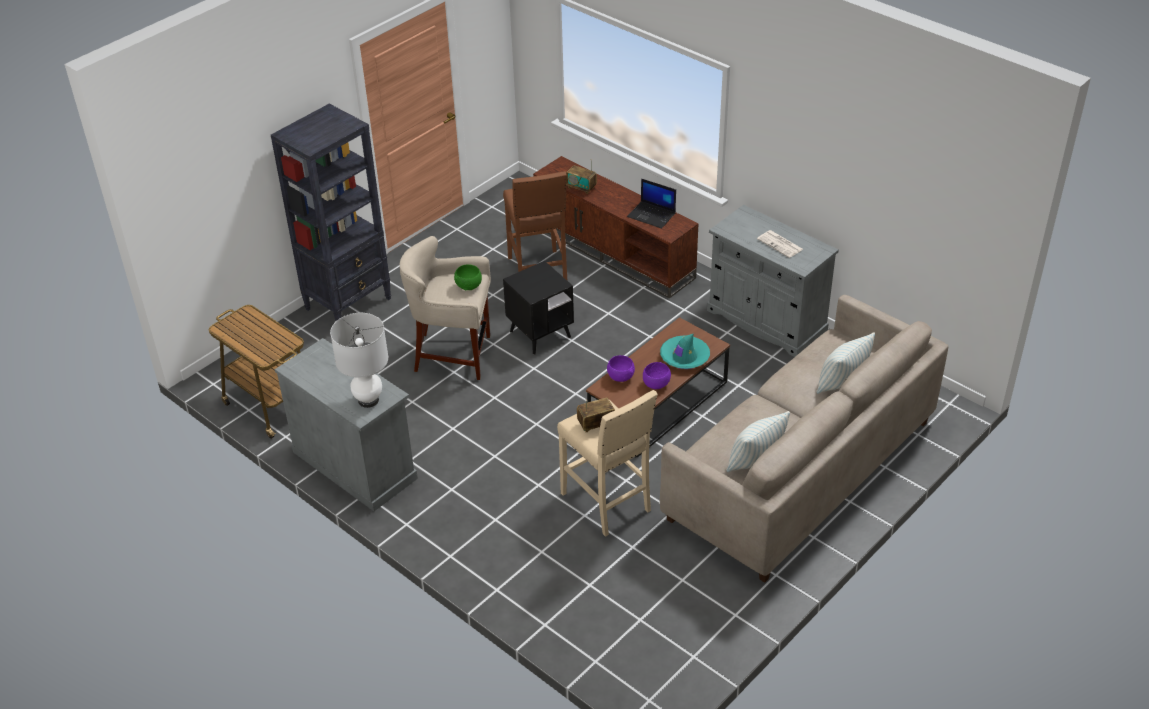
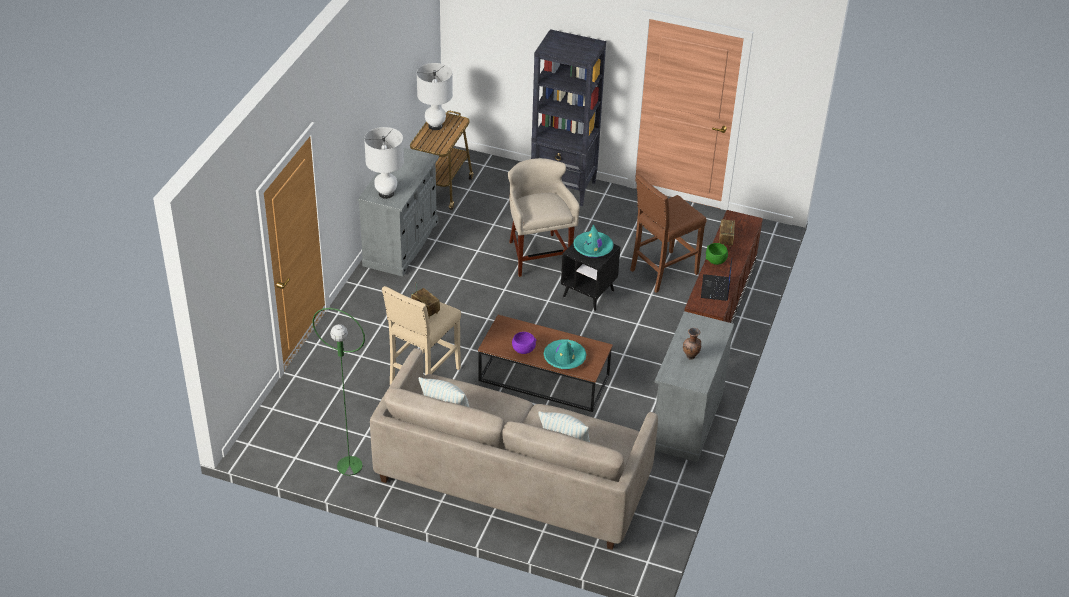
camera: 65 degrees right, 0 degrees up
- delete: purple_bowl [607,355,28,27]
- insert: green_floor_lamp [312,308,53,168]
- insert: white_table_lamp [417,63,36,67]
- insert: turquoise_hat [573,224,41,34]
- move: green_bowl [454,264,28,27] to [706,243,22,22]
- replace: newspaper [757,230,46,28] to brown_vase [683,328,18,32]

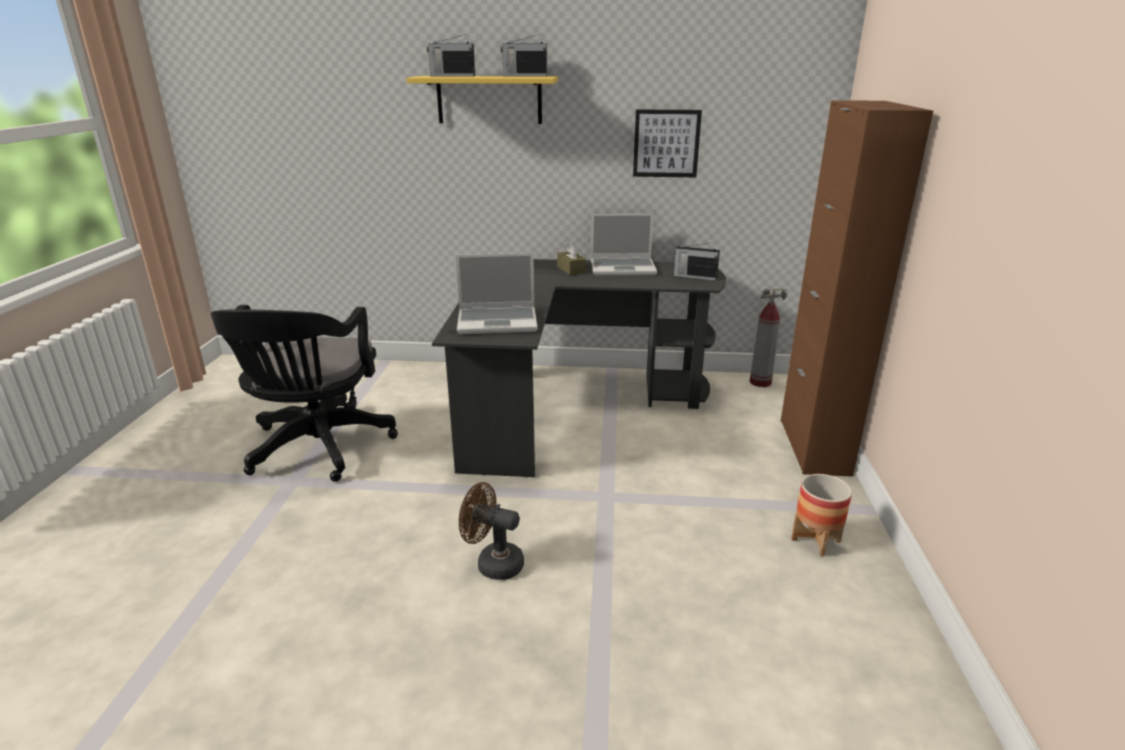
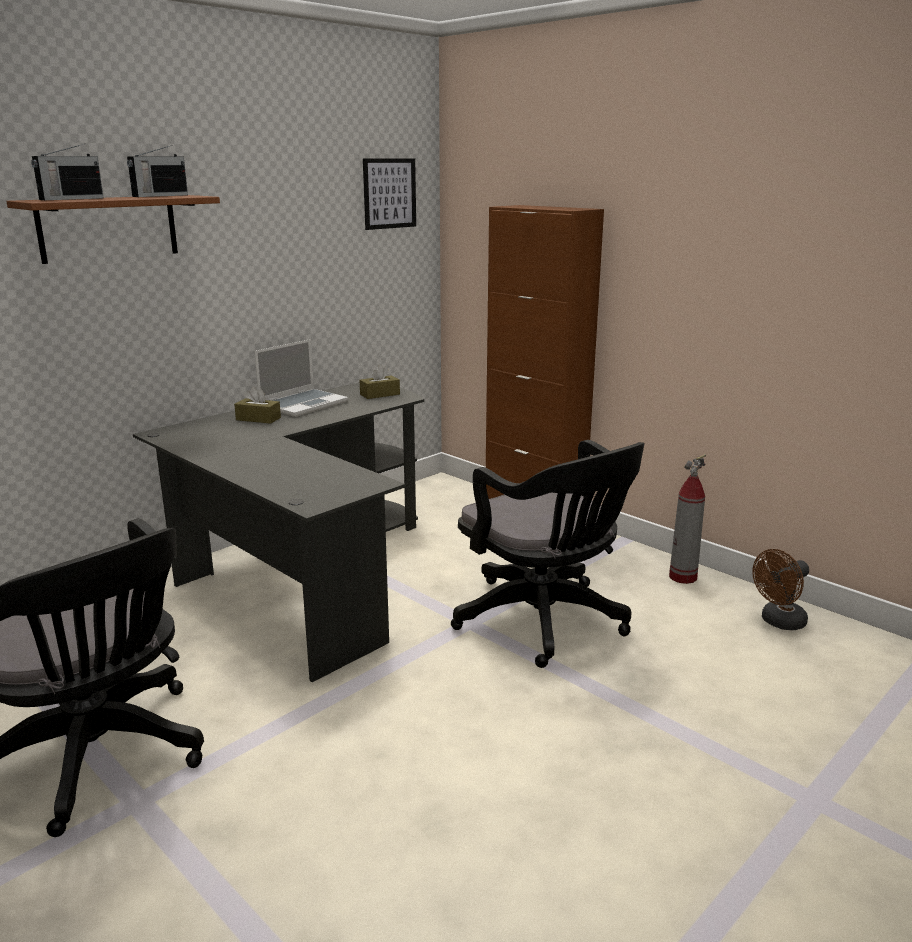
camera: 50 degrees left, 5 degrees down
- delete: laptop [456,253,82,81]
- delete: planter [791,474,61,83]
- insert: black_office_chair [451,440,194,228]
- move: brown_fan [459,482,65,98] to [752,549,57,81]
- move: picture [633,109,69,68] to [363,159,53,71]
- move: fire_extinguisher [750,289,37,98] to [669,454,37,130]
- replace: radio [674,242,46,39] to brown_tissue_box [359,365,41,34]
- recolor: yellow_shelf [407,76,151,48] to brown_shelf [6,195,214,69]

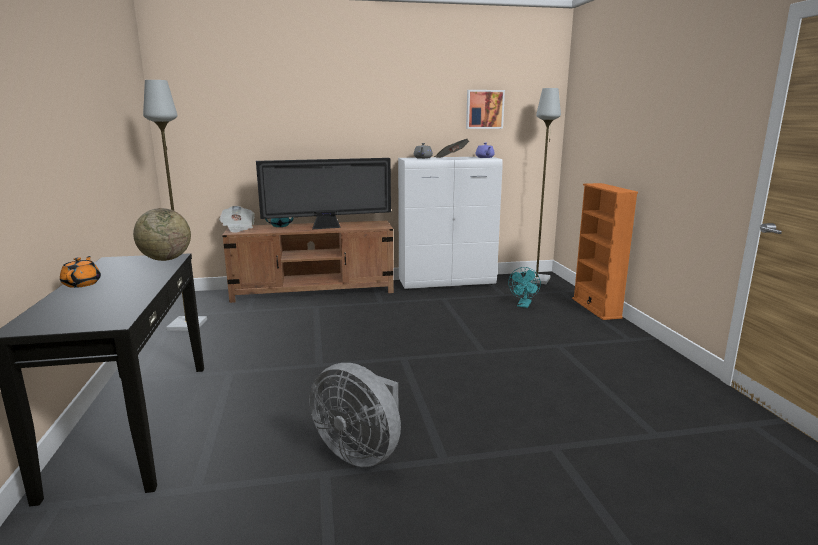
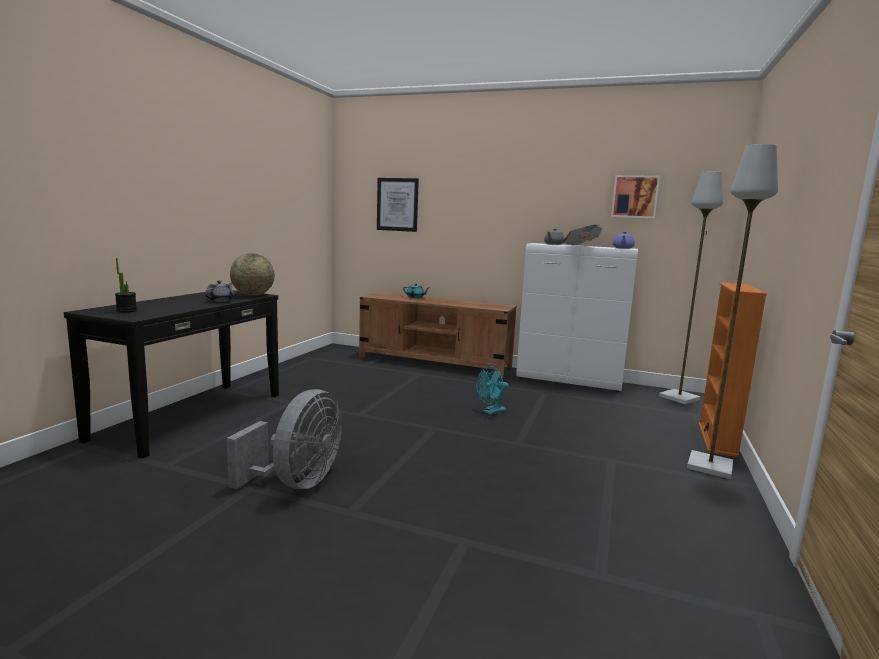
camera: 30 degrees right, 5 degrees down
- delete: orange_teapot [60,256,41,32]
- delete: newspaper [219,206,36,27]
- delete: television [256,158,135,71]
- insert: potted_plant [115,258,22,55]
- insert: grey_teapot [205,280,29,22]
- insert: picture [377,178,42,54]
- move: grey_floor_lamp [143,80,64,251] to [687,144,91,335]
- move: turquoise_fan [508,267,33,41] to [476,366,33,49]
- rotate: grey_fan [310,363,91,104] = [227,389,115,100] 135 degrees counterclockwise

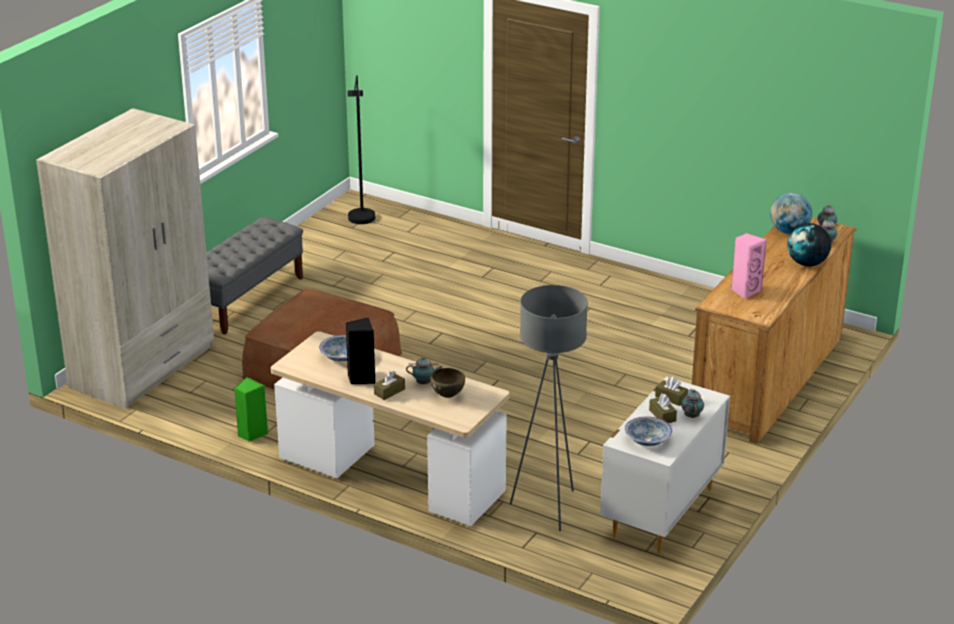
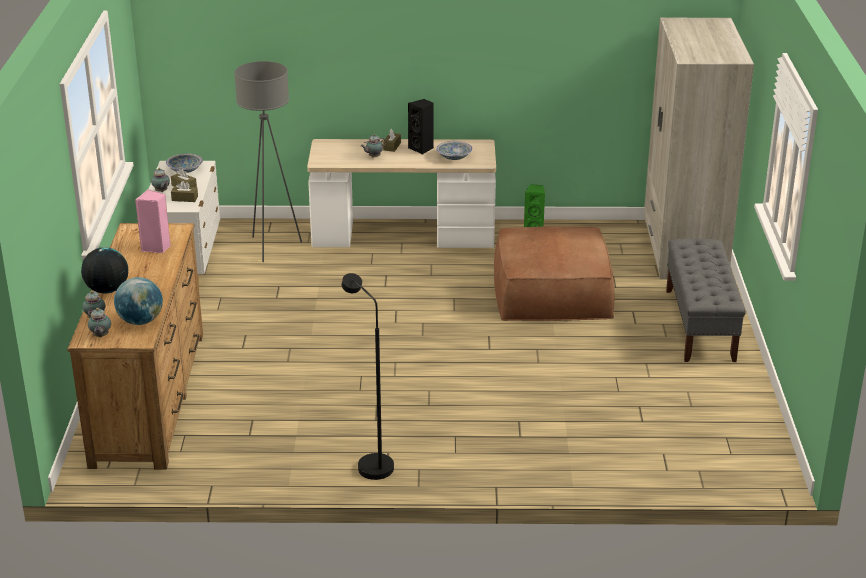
camera: 150 degrees right, 0 degrees up
- delete: brown_bowl [430,368,35,30]
- move: black_floor_lamp [348,75,27,149] to [341,273,53,207]

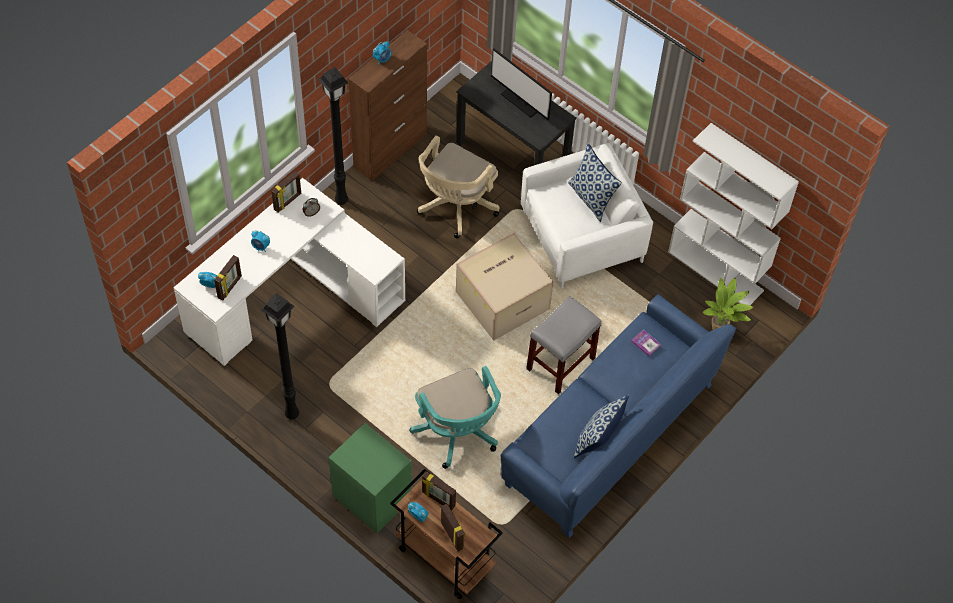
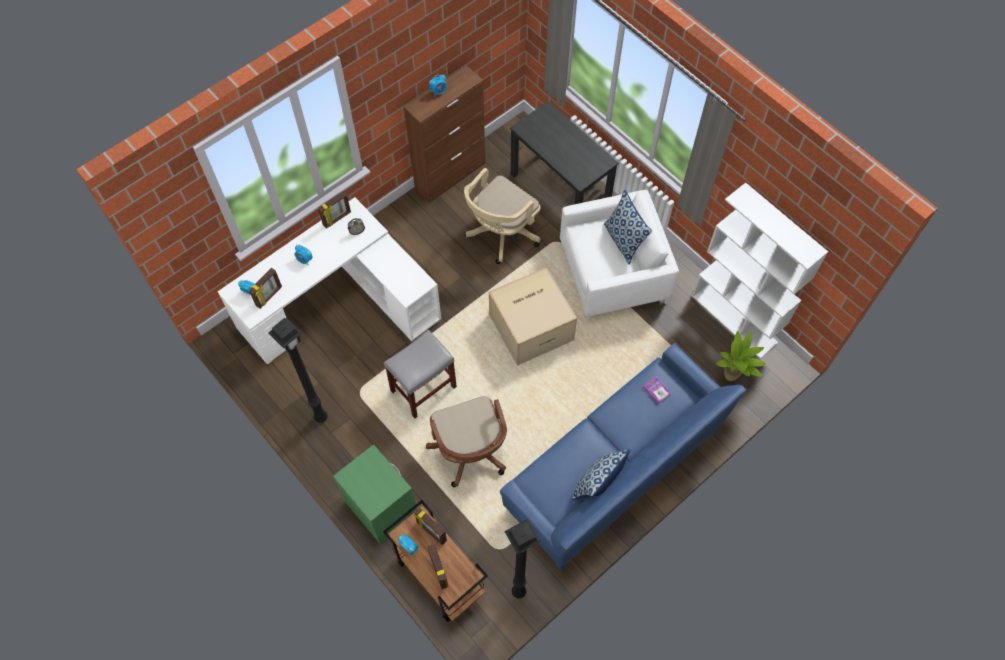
camera: 10 degrees right, 5 degrees up
- delete: monitor [491,49,61,71]
- move: black_floor_lamp [318,67,30,138] to [504,519,37,80]
- move: grey_stool [526,296,76,98] to [384,330,73,88]
- recolor: turquoise_office_chair [410,366,91,103] to brown_office_chair [426,396,81,91]

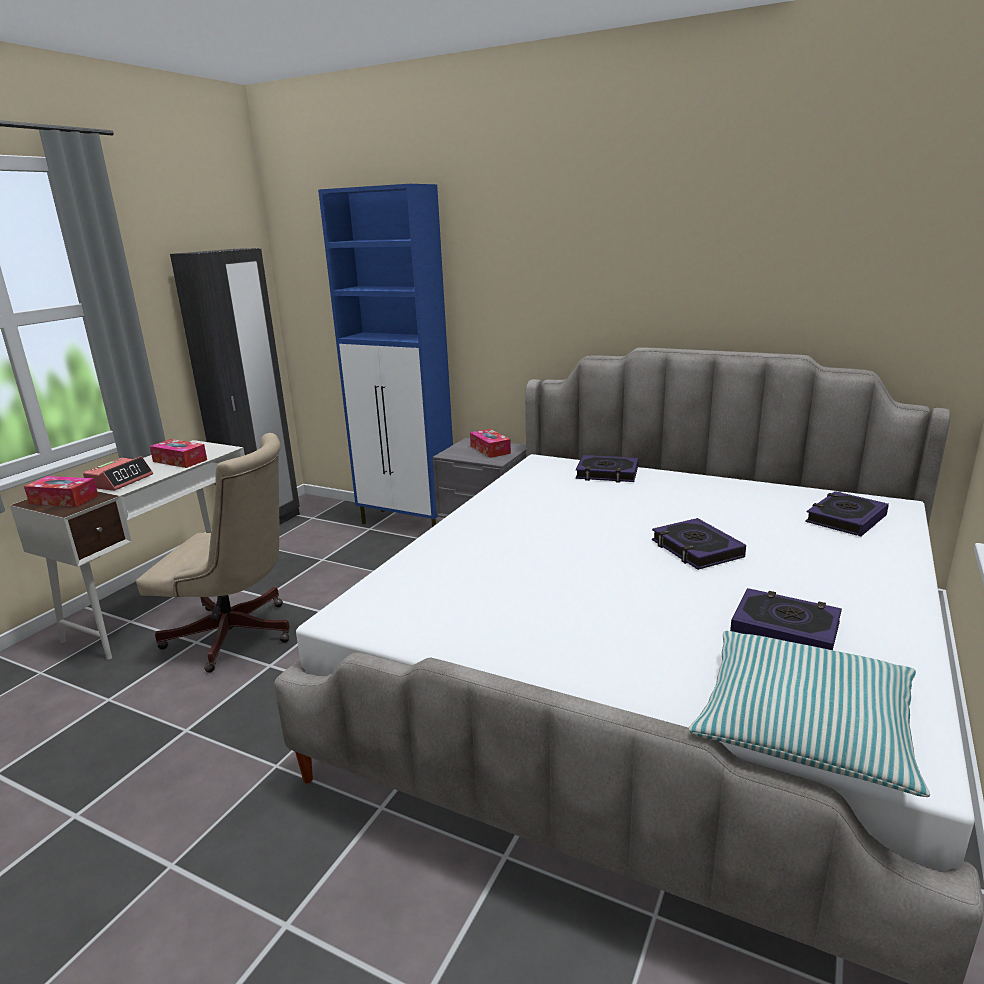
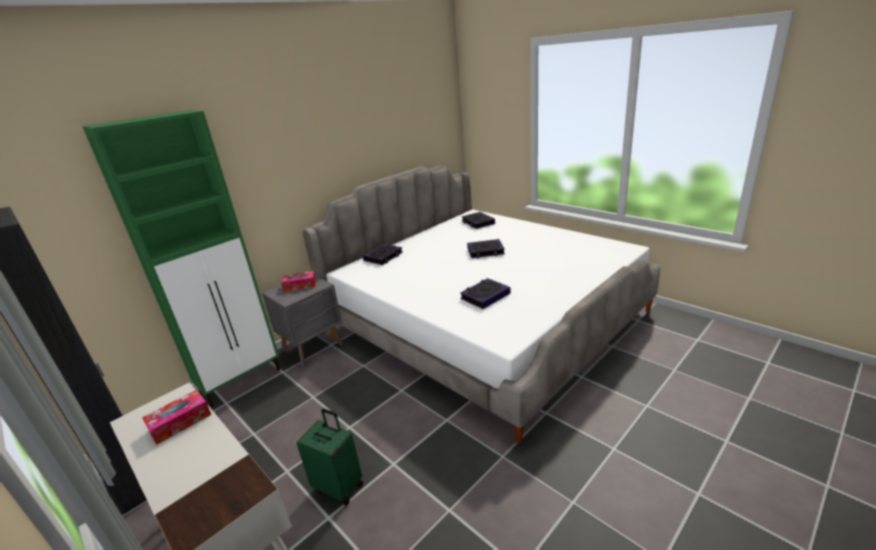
camera: 70 degrees left, 5 degrees up
- delete: tissue_box [24,476,74,31]
- delete: alarm_clock [83,456,70,35]
- delete: pillow [689,631,241,166]
- move: book [730,588,112,62] to [460,278,51,31]
- replace: beige_office_chair [136,433,154,240] to green_suitcase [296,409,67,97]
- recolor: blue_cabinet [318,184,135,343] to green_cabinet [82,110,198,297]

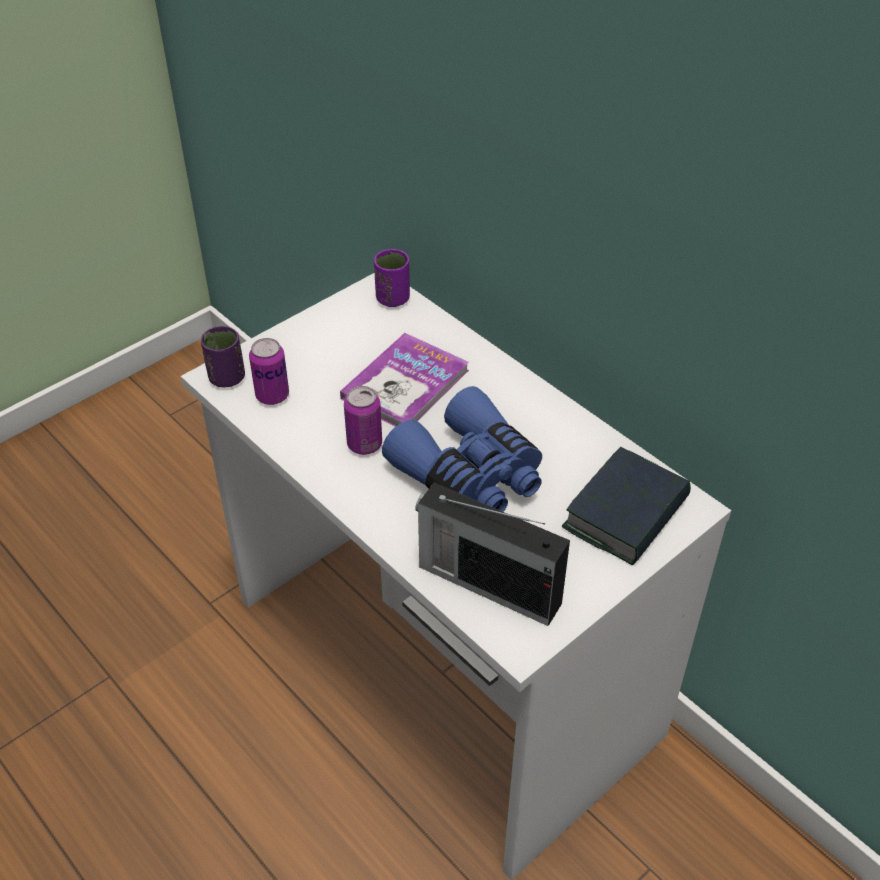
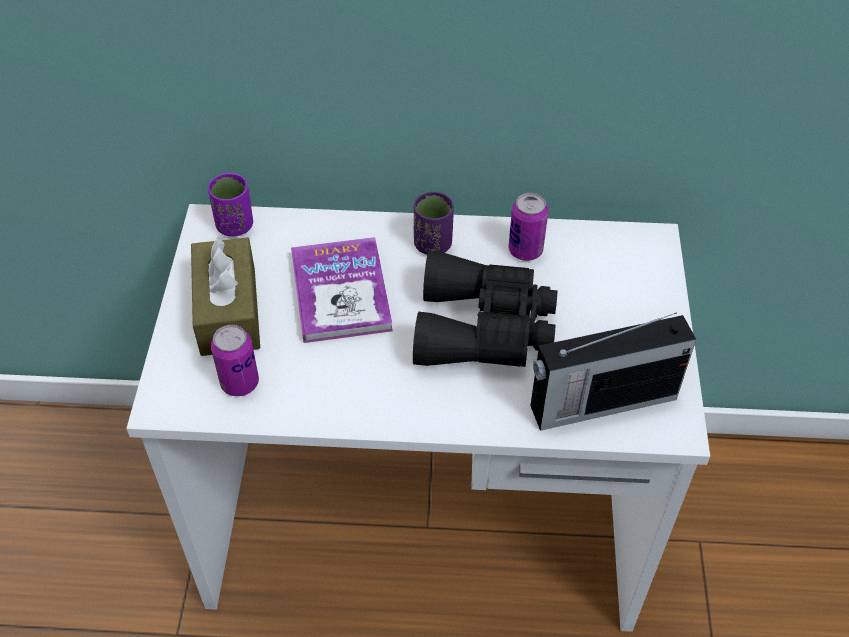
camera: 45 degrees left, 5 degrees up
- delete: book [562,447,129,118]
- insert: brown_tissue_box [191,235,69,121]
- move: purple_cup [201,326,44,62] to [414,192,40,63]
- move: can [344,386,38,69] to [508,193,40,68]
- recolor: blue_binoculars [382,386,160,126] to black_binoculars [413,251,144,116]

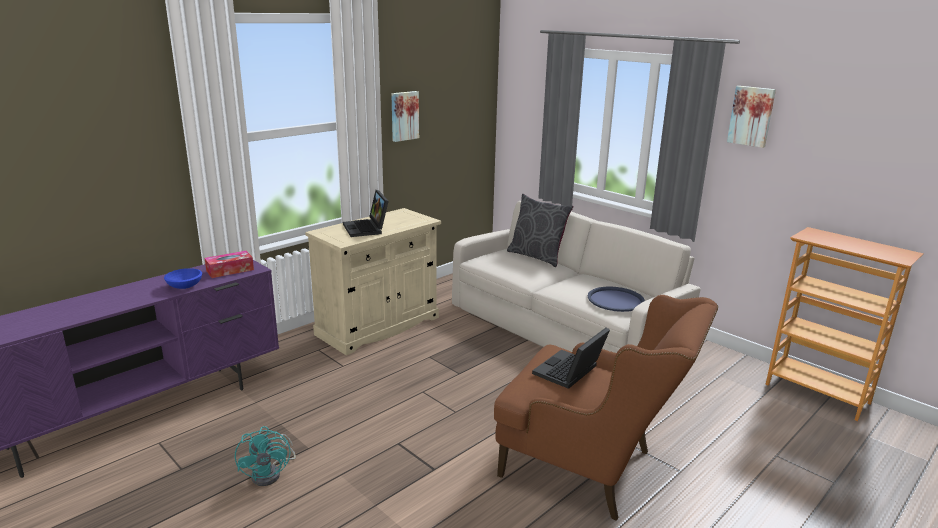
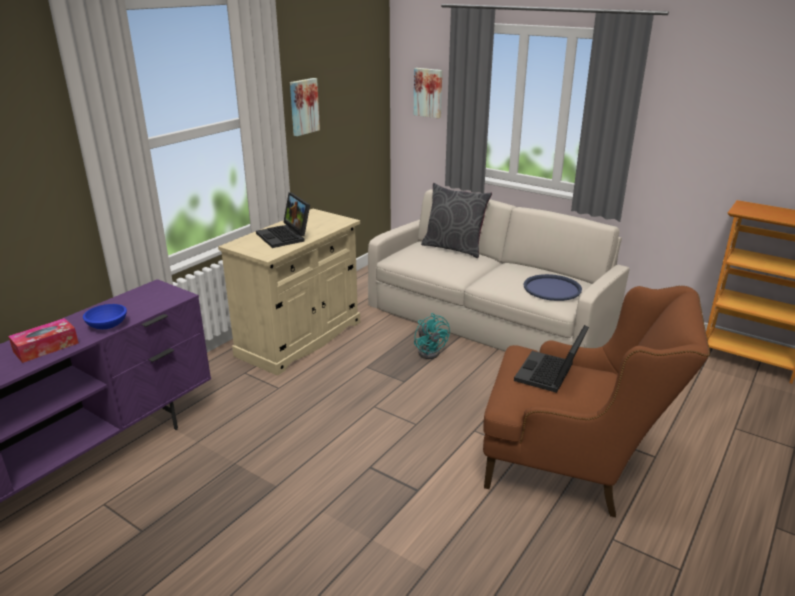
camera: 10 degrees left, 5 degrees up
- move: tissue_box [205,251,49,27] to [8,318,71,45]
- move: turquoise_fan [235,426,61,60] to [414,313,36,46]
- move: picture [727,86,49,62] to [414,68,28,50]

